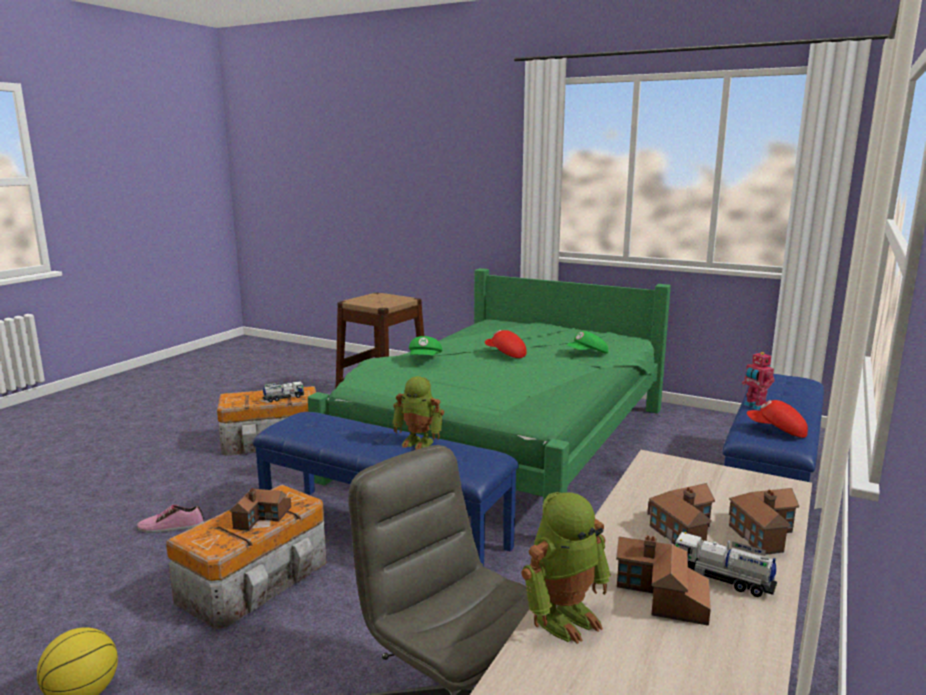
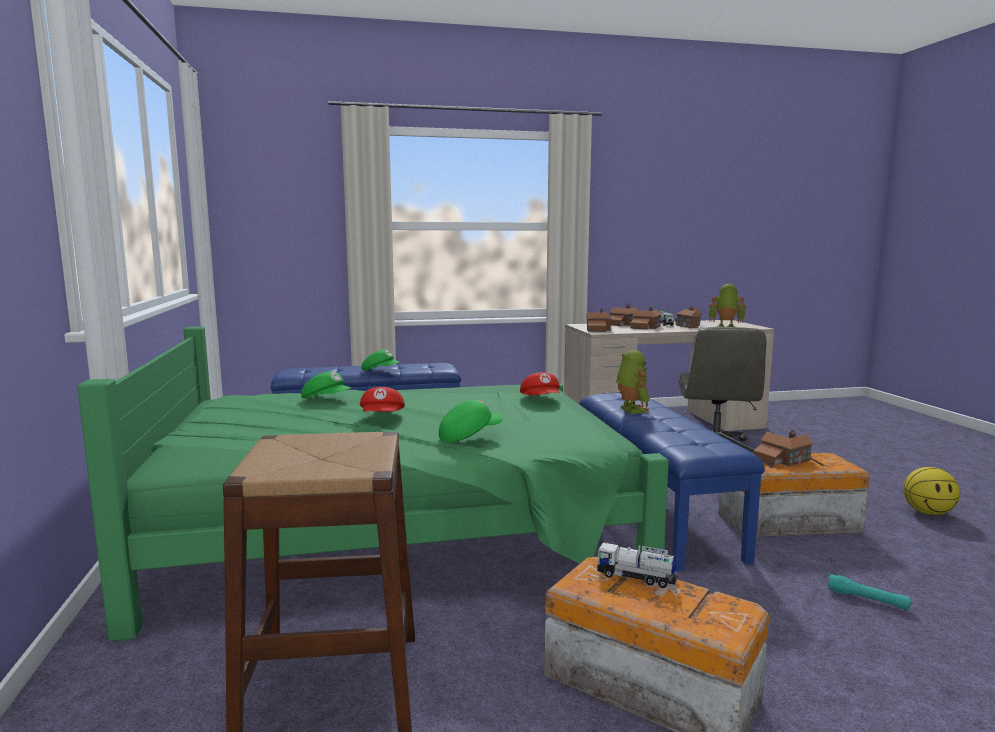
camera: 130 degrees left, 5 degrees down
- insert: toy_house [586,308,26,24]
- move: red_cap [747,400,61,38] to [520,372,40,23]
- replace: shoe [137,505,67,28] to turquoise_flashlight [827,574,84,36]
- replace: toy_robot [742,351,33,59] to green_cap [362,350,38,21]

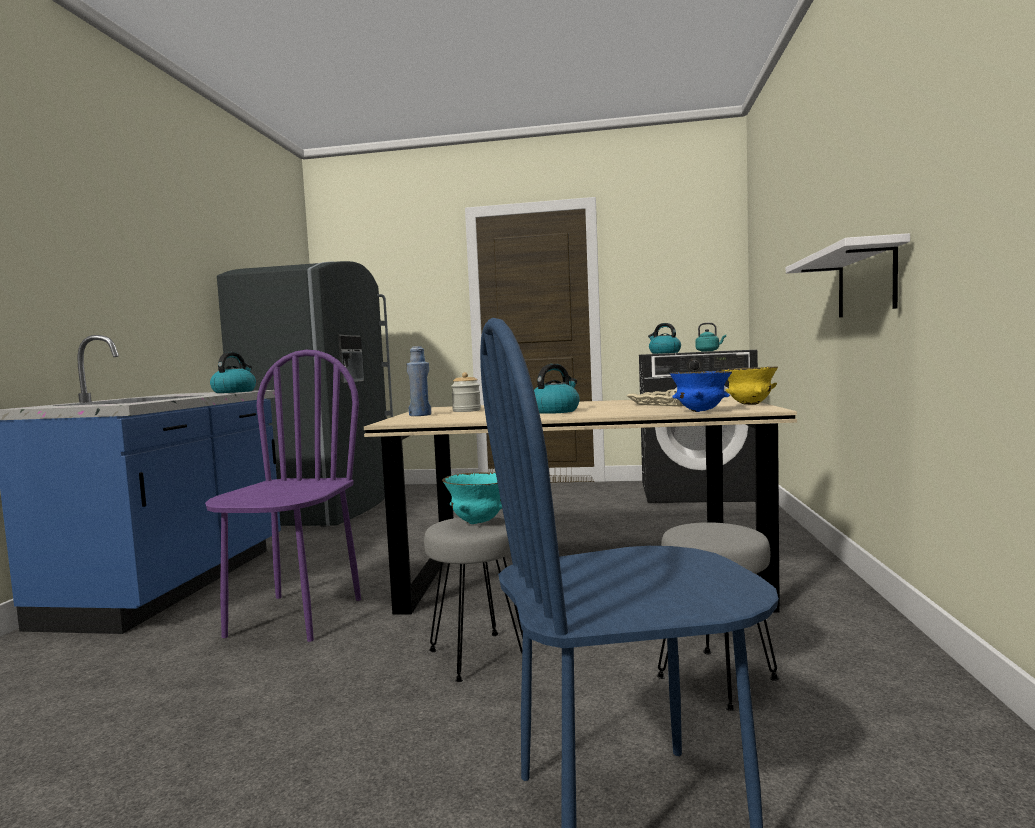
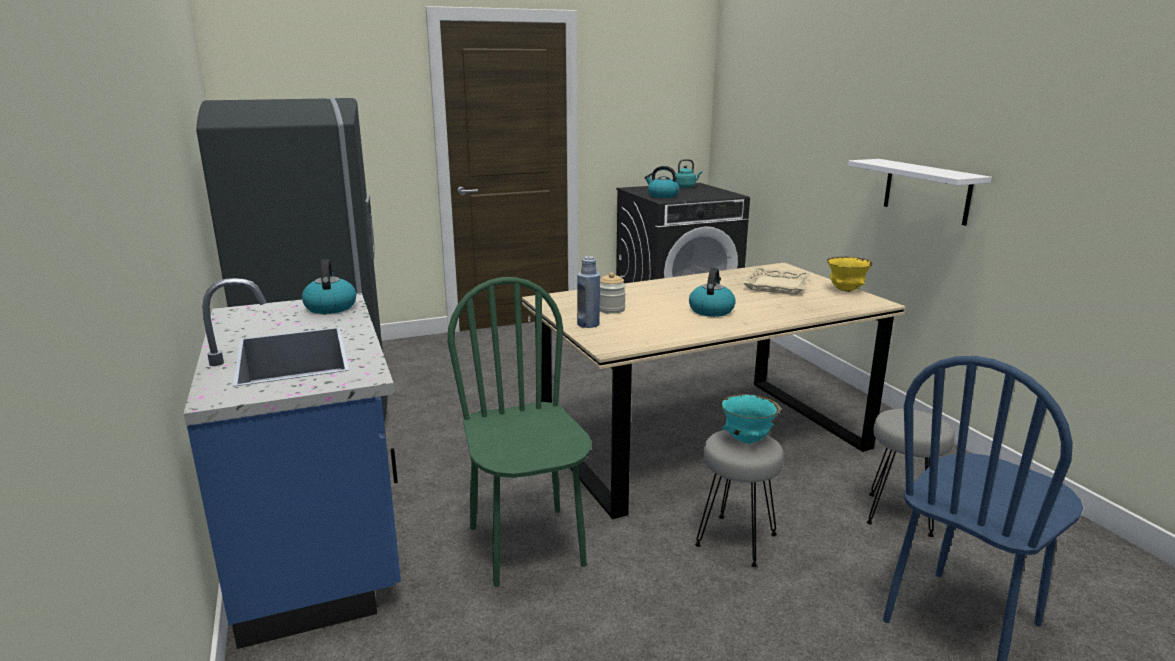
camera: 30 degrees left, 15 degrees up
- delete: blue_bowl [670,371,62,41]
- recolor: purple_chair [205,350,156,292] to green_chair [448,277,144,310]

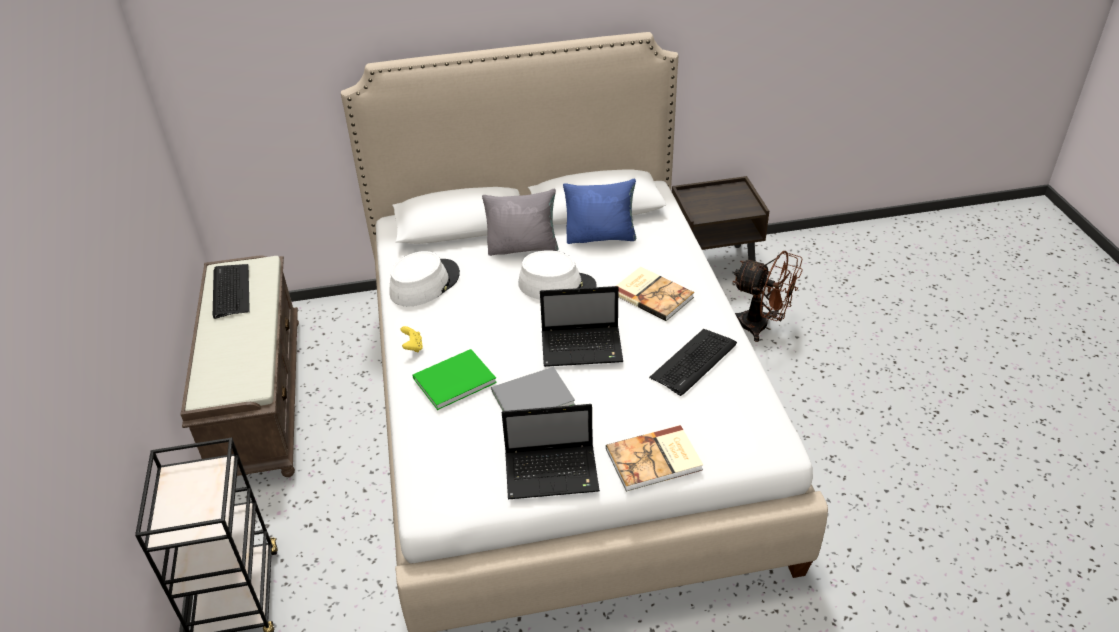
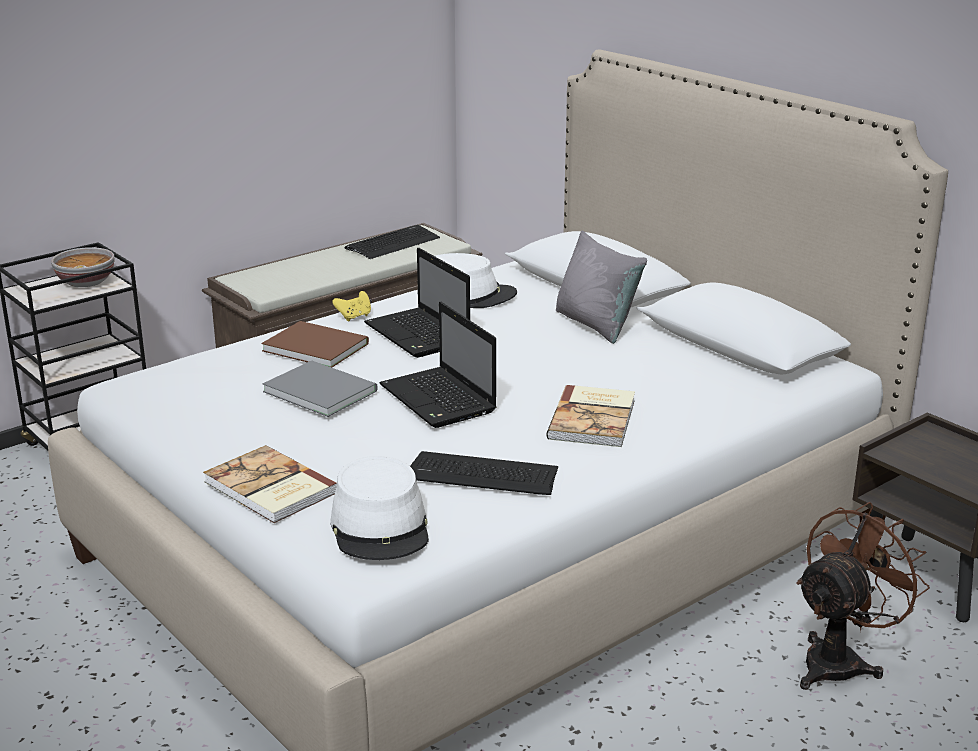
camera: 60 degrees right, 15 degrees down
- delete: blue_pillow [563,179,73,65]
- insert: bowl [51,247,63,40]
- move: laptop [502,404,98,95] to [364,248,106,110]
- move: white_hat [518,250,79,50] to [330,456,99,104]
- recolor: green_book [413,349,84,61] to brown_book [262,321,107,46]
- rotate: brown_fan [733,251,70,91] = [796,502,134,188] 135 degrees counterclockwise

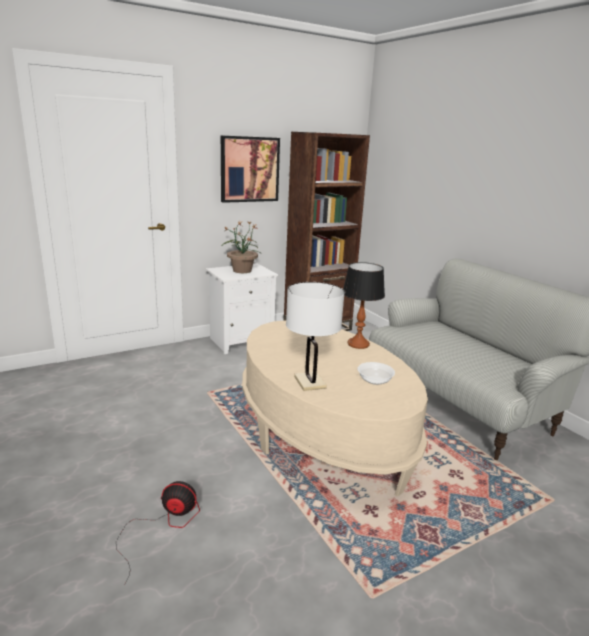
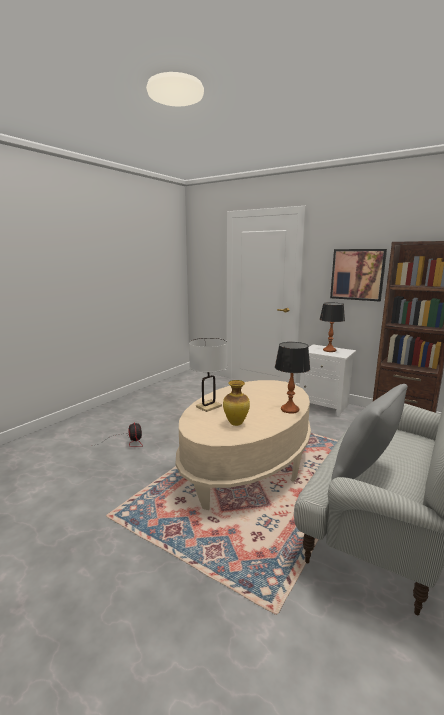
camera: 65 degrees right, 5 degrees down
- insert: grey_pillow [331,384,77,97]
- replace: potted_plant [222,221,39,52] to table_lamp [320,302,25,50]
- replace: bowl [358,362,37,23] to vase [223,380,27,46]

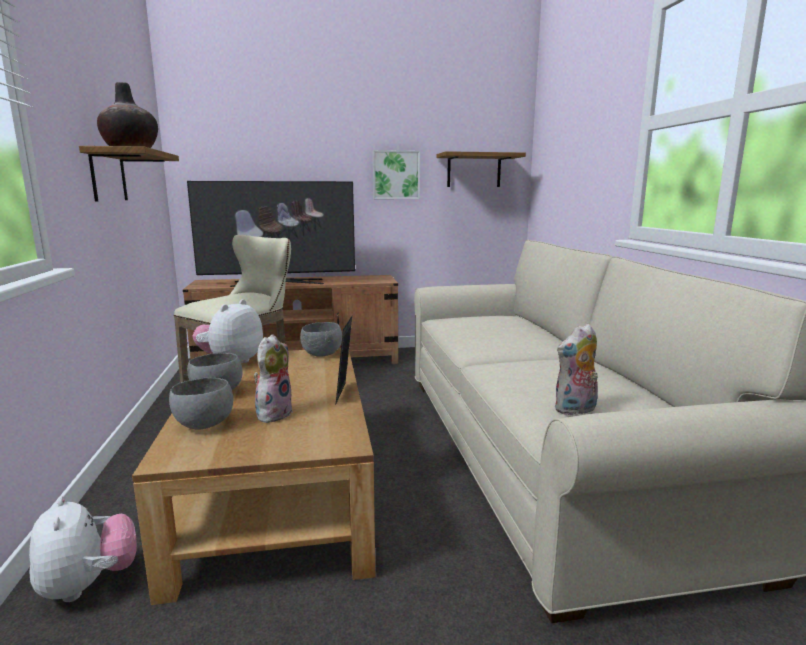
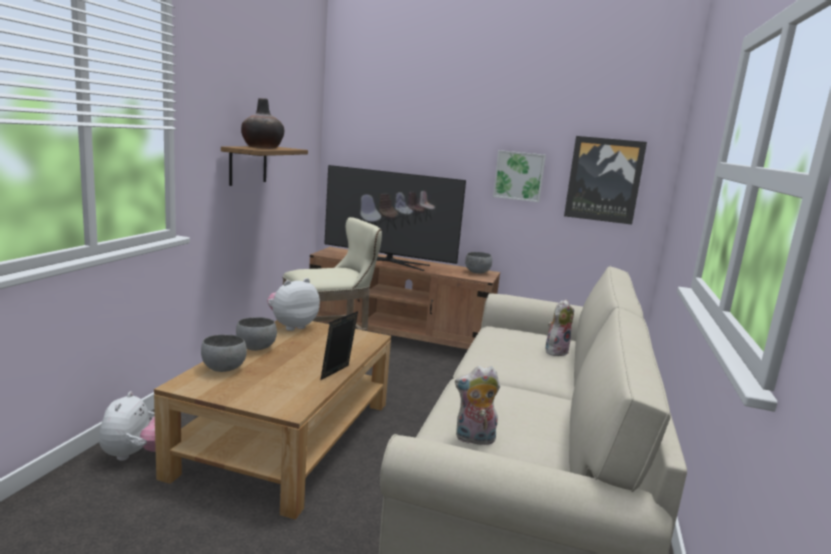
camera: 25 degrees right, 0 degrees up
- move: plush_toy [254,334,39,89] to [545,300,29,56]
- move: grey_bowl [300,322,42,35] to [465,252,27,22]
- replace: shelf [436,151,90,36] to picture [564,136,83,89]

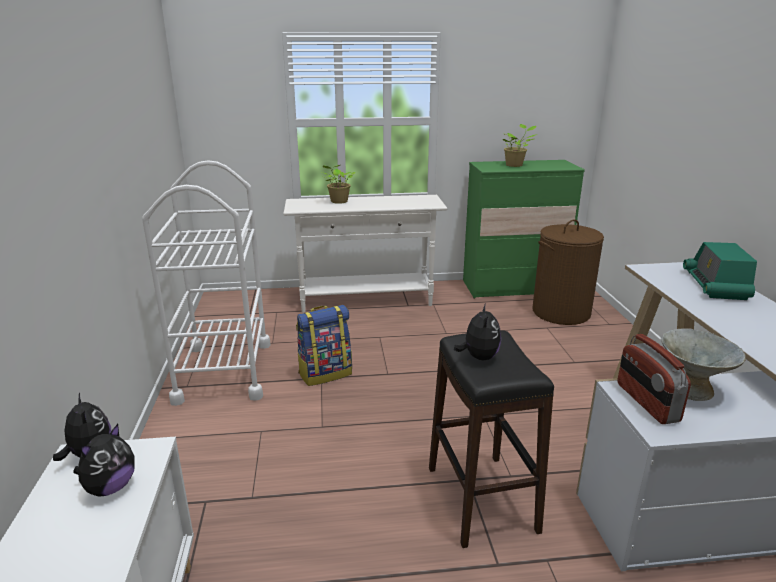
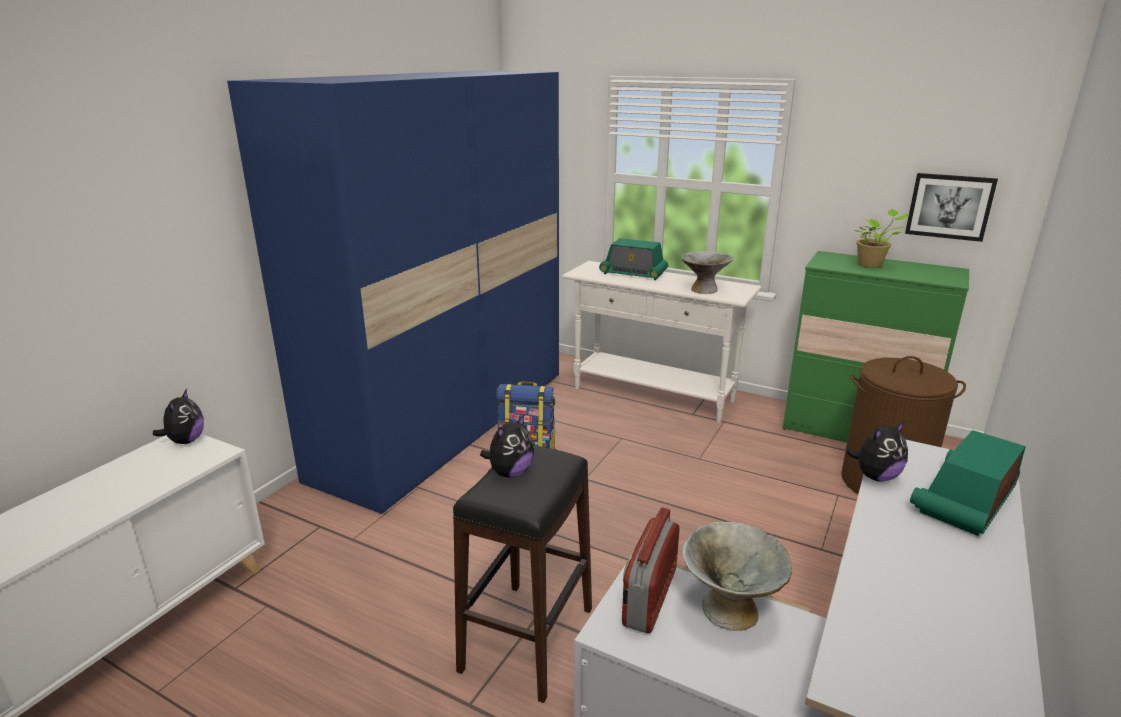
camera: 35 degrees right, 0 degrees up
- insert: grey_bowl [682,251,52,43]
- insert: picture [905,173,93,69]
- move: plush_toy [73,424,62,73] to [846,421,62,61]
- replace: white_cart [142,160,129,246] to blue_wardrobe [227,71,332,443]
- replace: potted_plant [322,165,33,39] to radio [599,238,69,42]

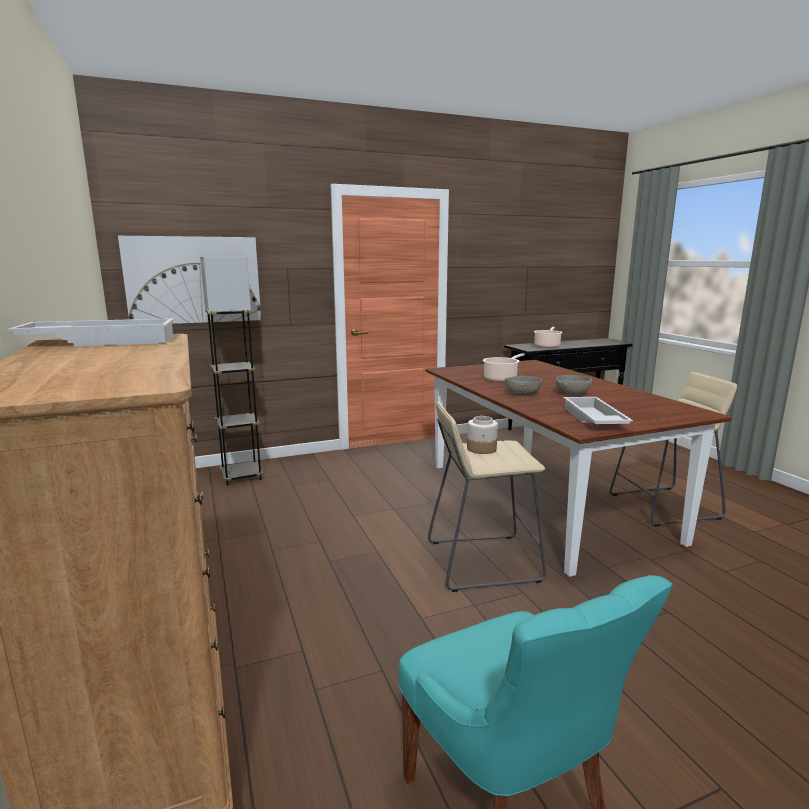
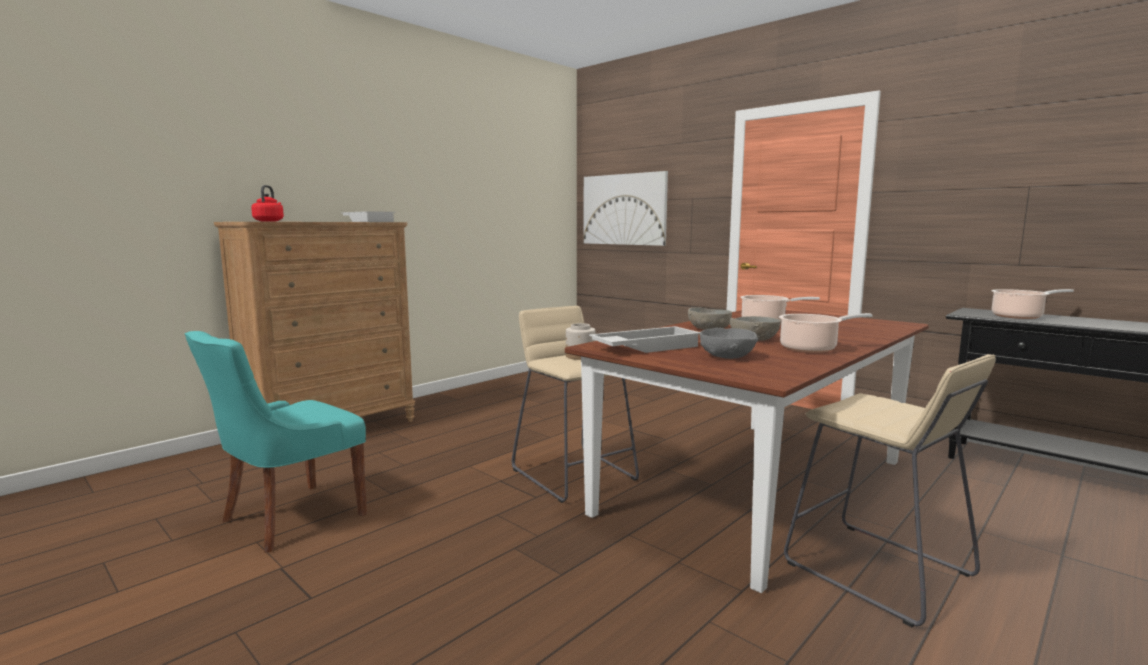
camera: 65 degrees right, 5 degrees down
- delete: grey_floor_lamp [200,257,63,229]
- insert: red_kettle [251,185,33,37]
- insert: grey_bowl [700,328,58,31]
- insert: cooking_pot [779,313,94,40]

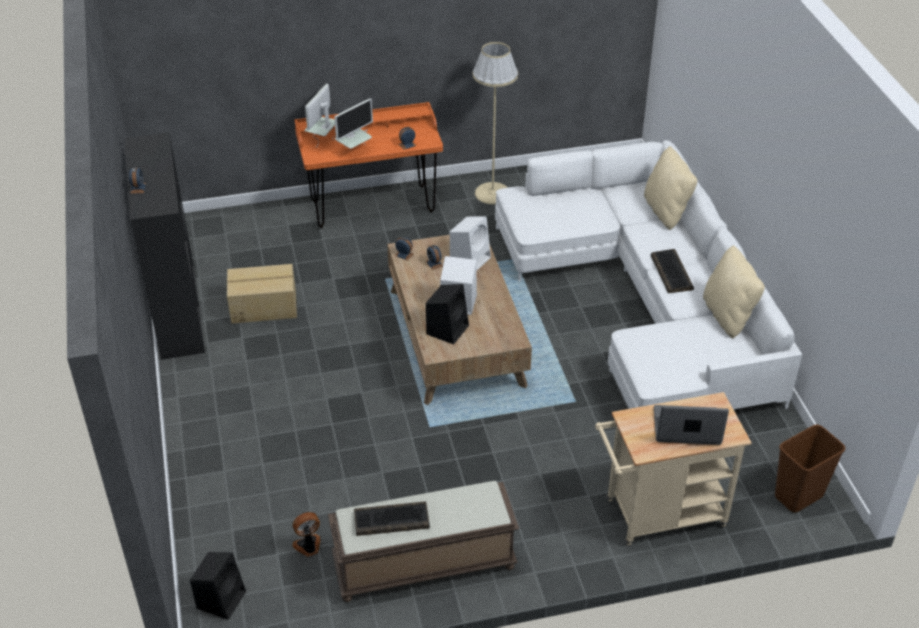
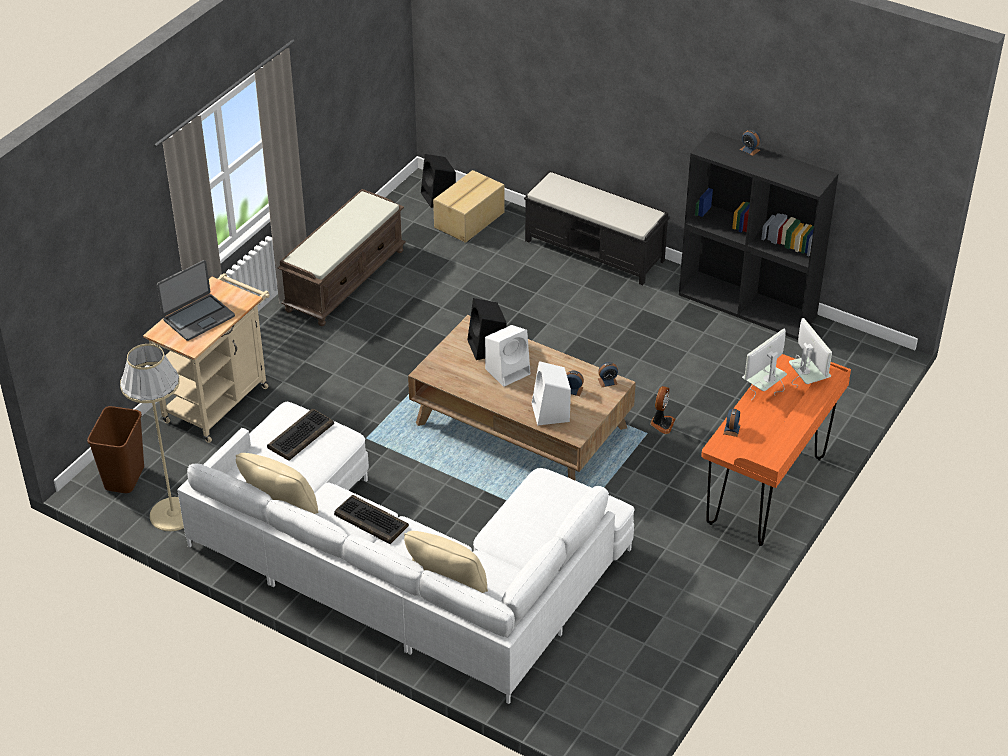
camera: 135 degrees right, 0 degrees up
- insert: black_bench [524,170,146,115]
- move: cardboard_box [227,264,70,60] to [433,170,71,73]
- move: fan [292,512,28,45] to [650,386,25,48]
- move: keyboard [354,501,76,35] to [267,408,67,53]
- move: beige_floor_lamp [473,42,45,162] to [120,344,64,187]
- rotate: monitor [335,98,38,51] = [742,329,45,72] 45 degrees clockwise

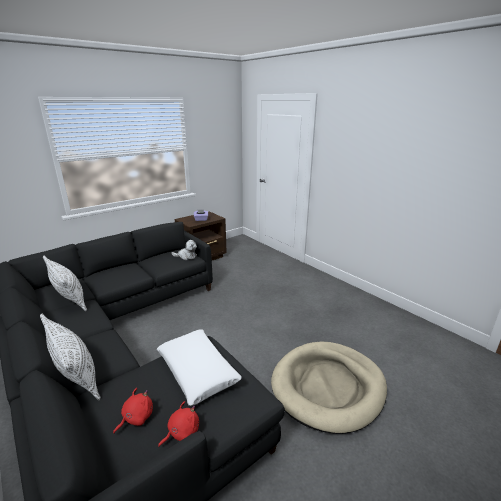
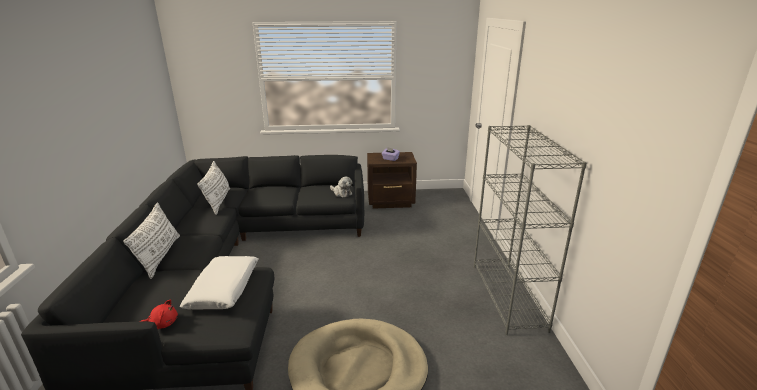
camera: 35 degrees right, 0 degrees up
- delete: red_plush_toy [113,388,40,46]
- insert: grey_bookcase [474,125,113,210]

